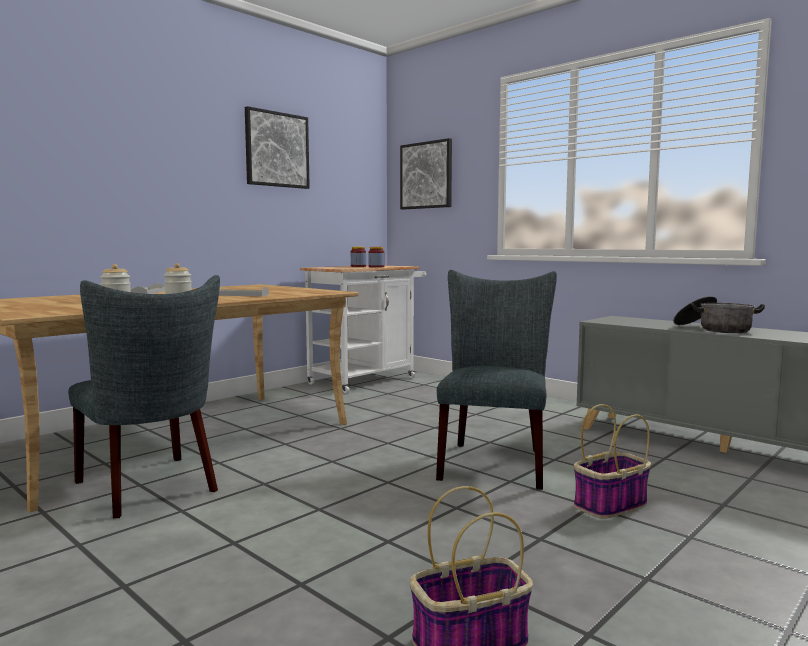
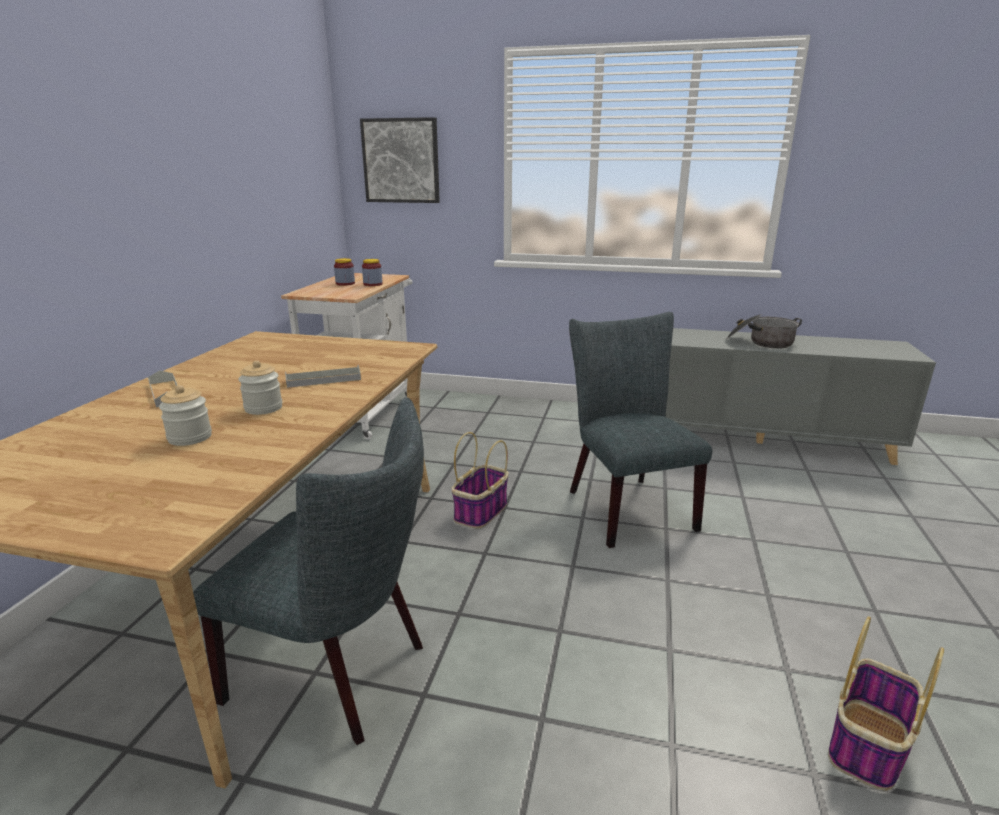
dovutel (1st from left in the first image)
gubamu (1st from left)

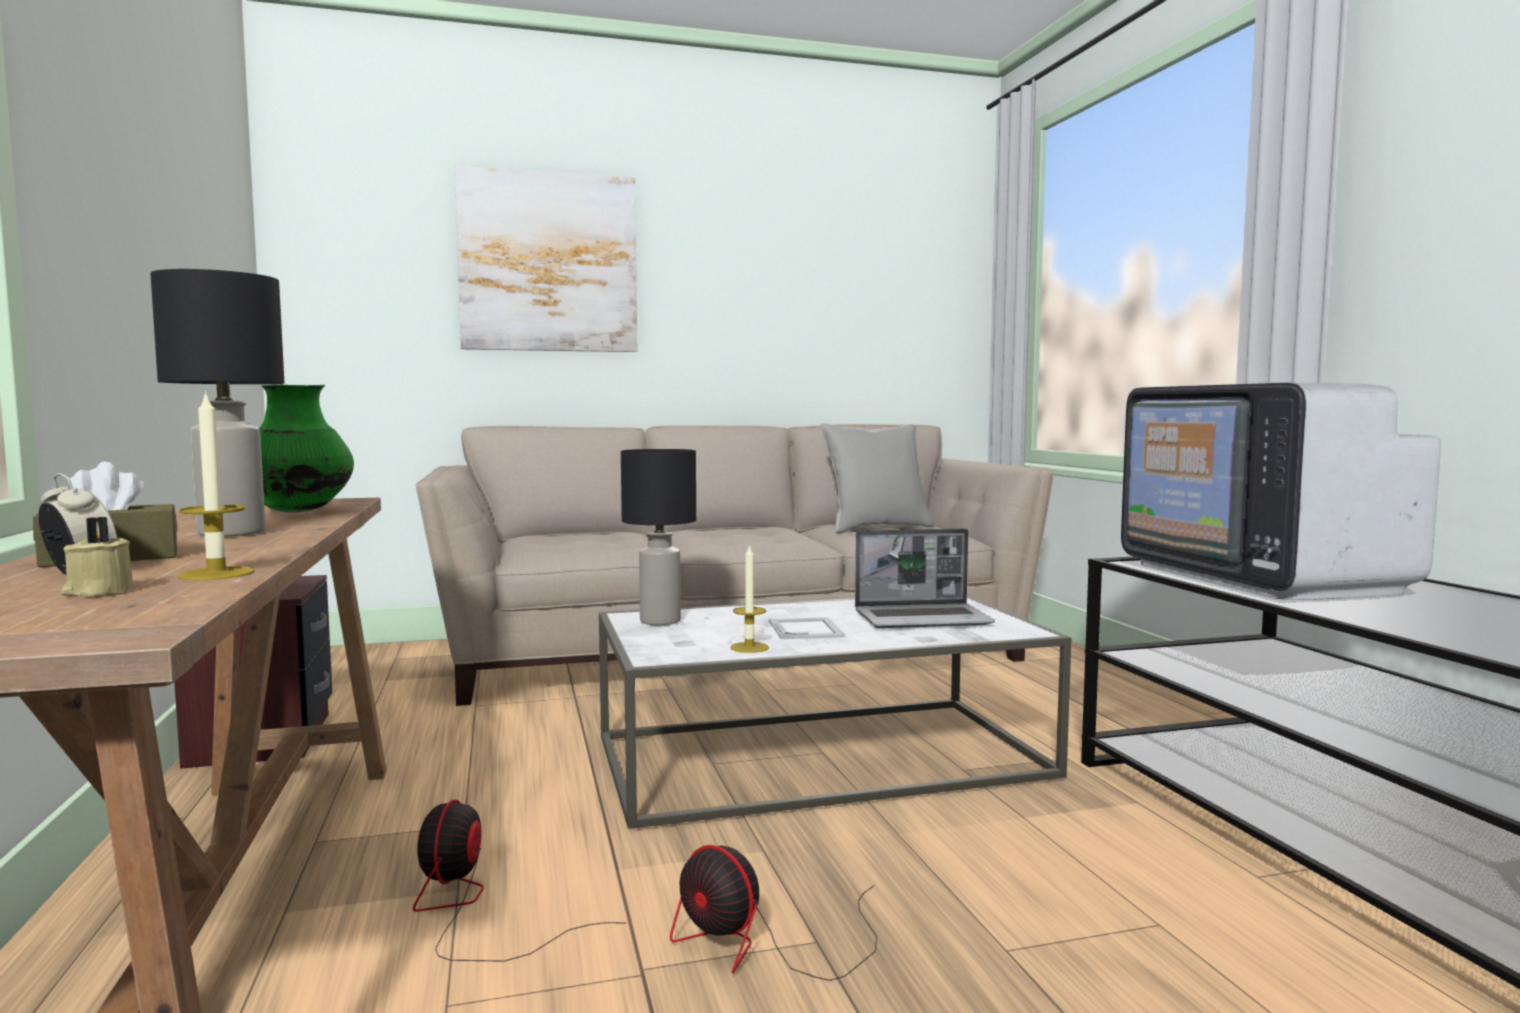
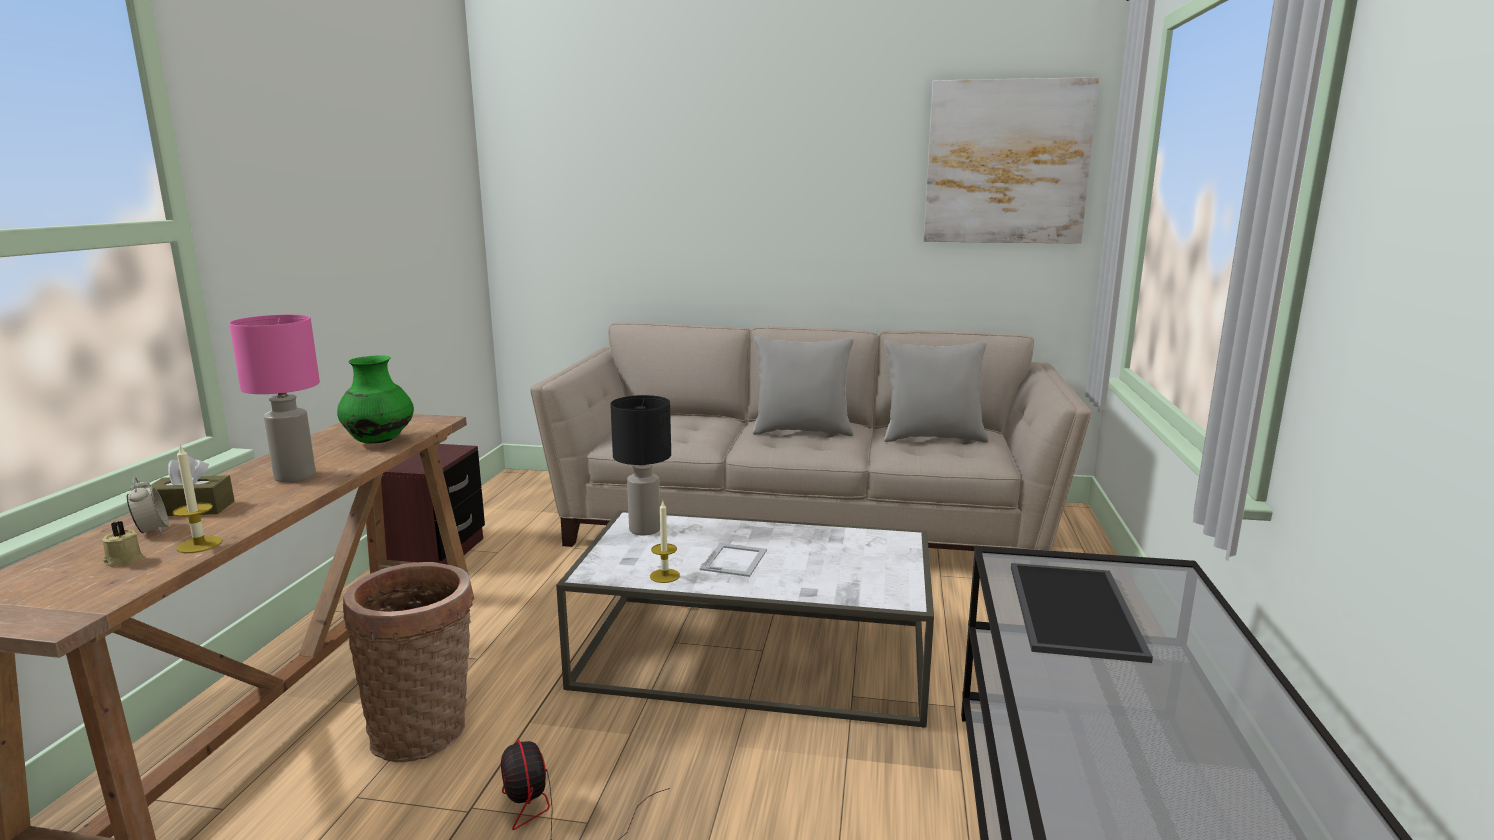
dovutel
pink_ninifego
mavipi
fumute
gubamu
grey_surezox (1st from left)

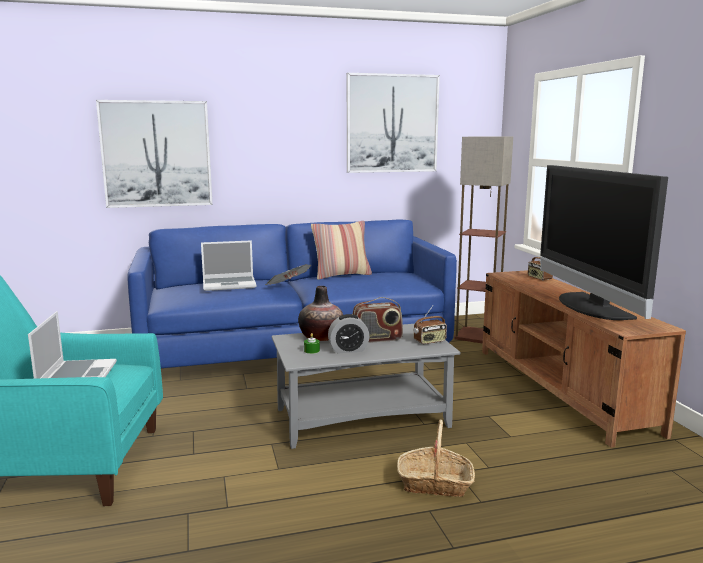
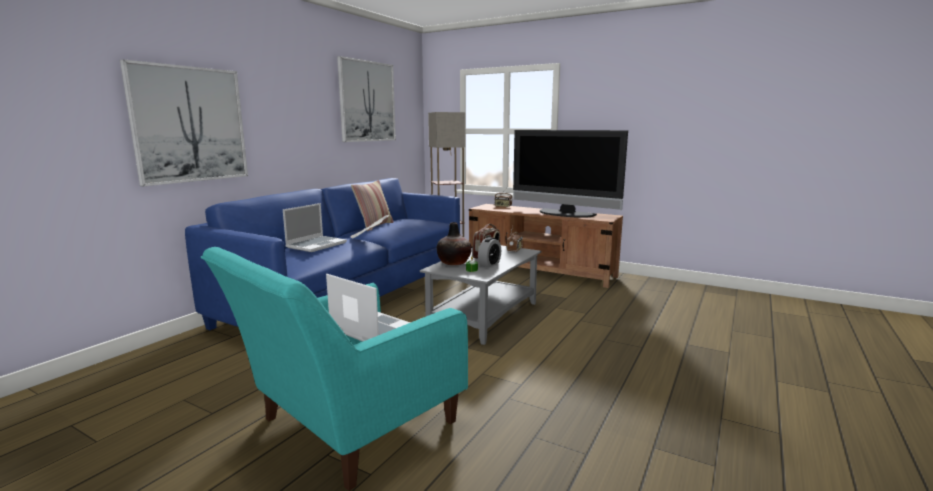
gubamu

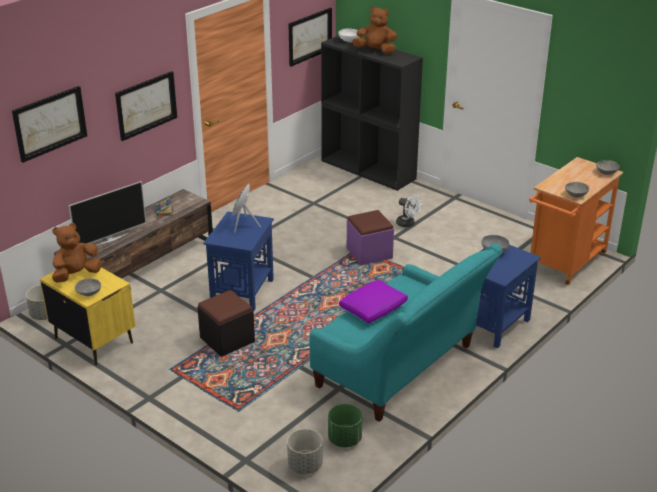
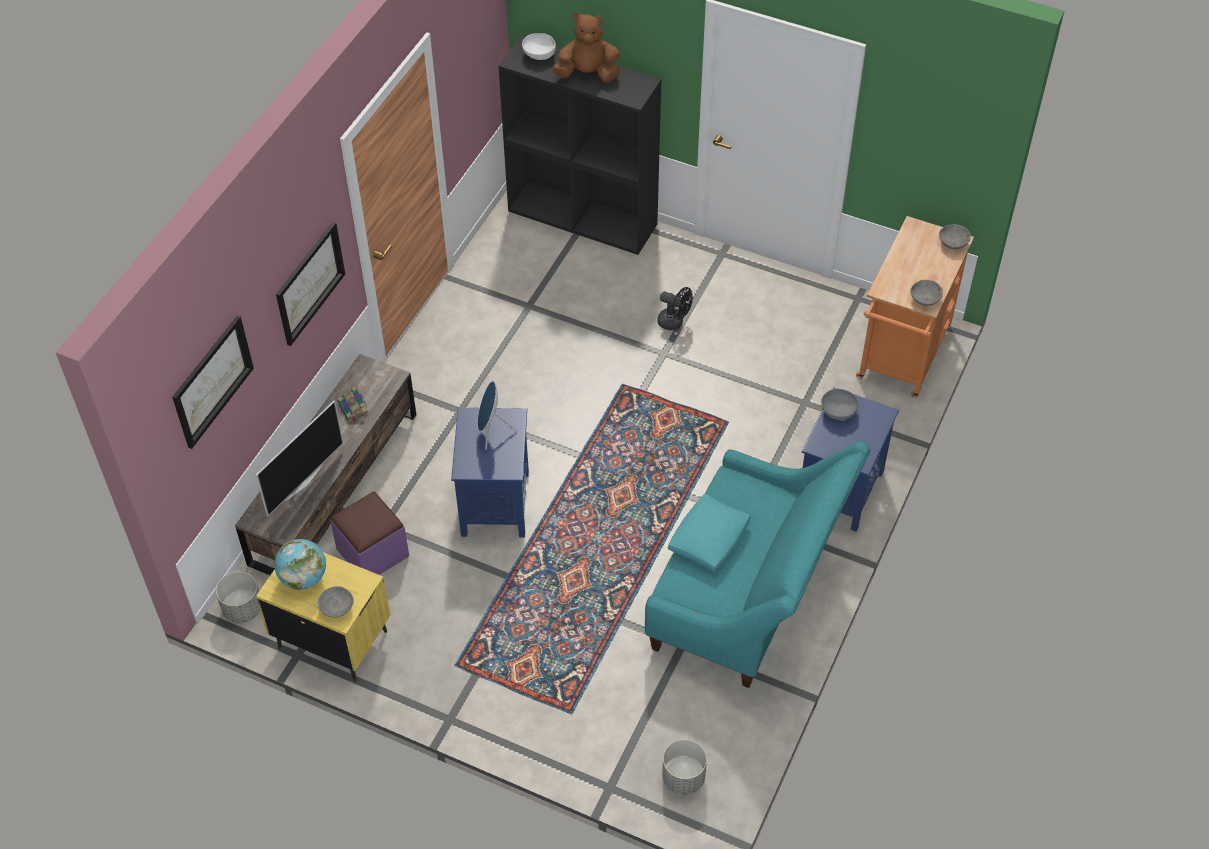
dovutel (3rd from left in the first image)
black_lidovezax
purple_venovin
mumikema
turquoise_surezox
black_venovin
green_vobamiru

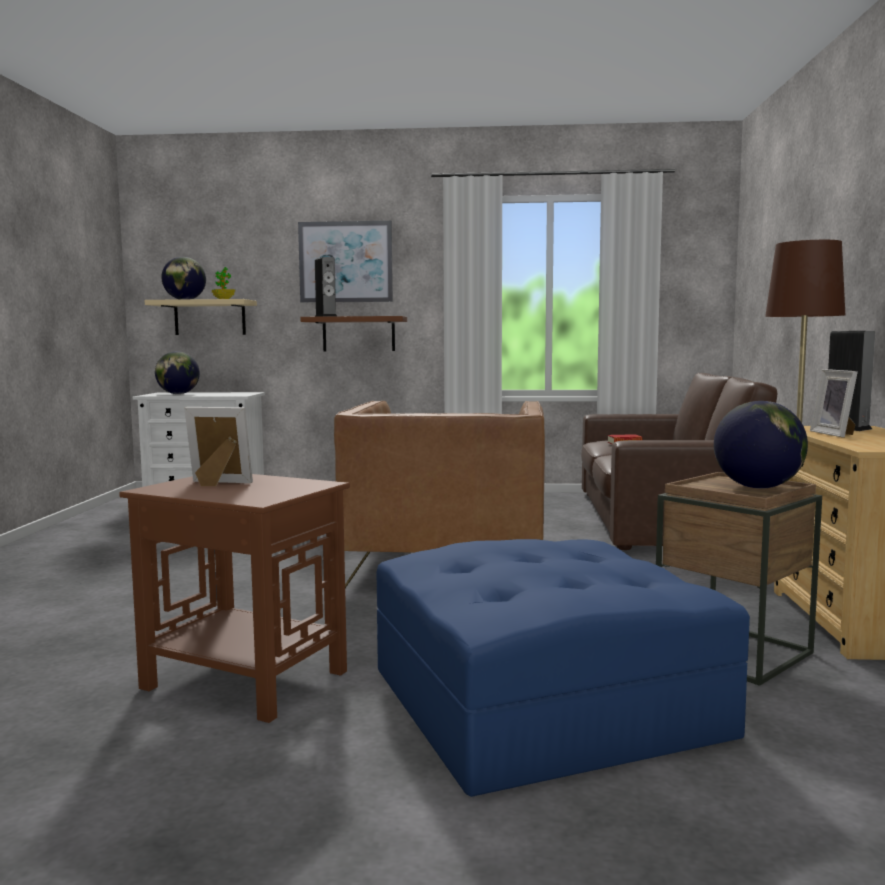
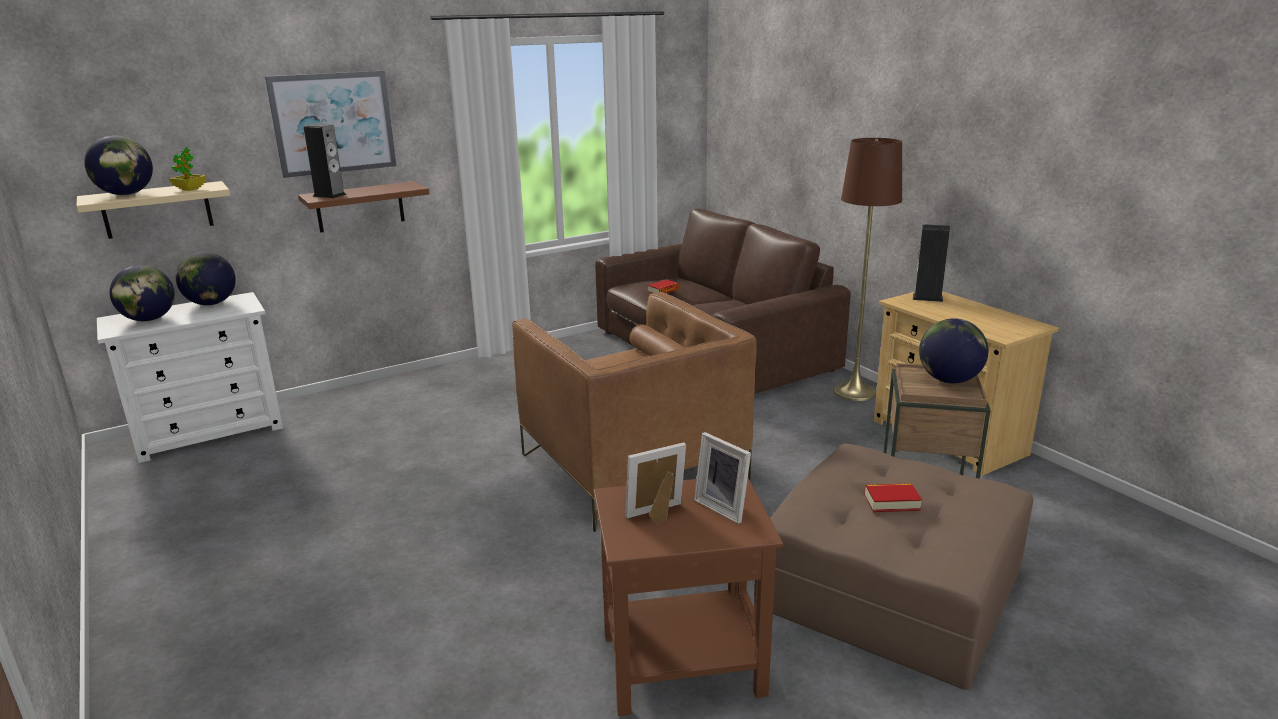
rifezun (2nd from left)
brown_venovin
mumikema (3rd from left)
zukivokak (2nd from left)

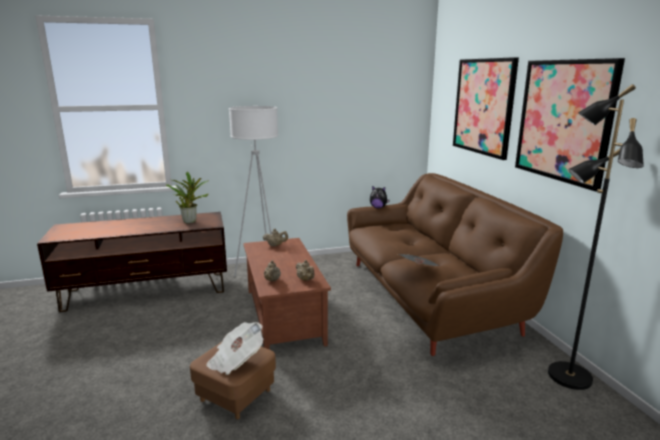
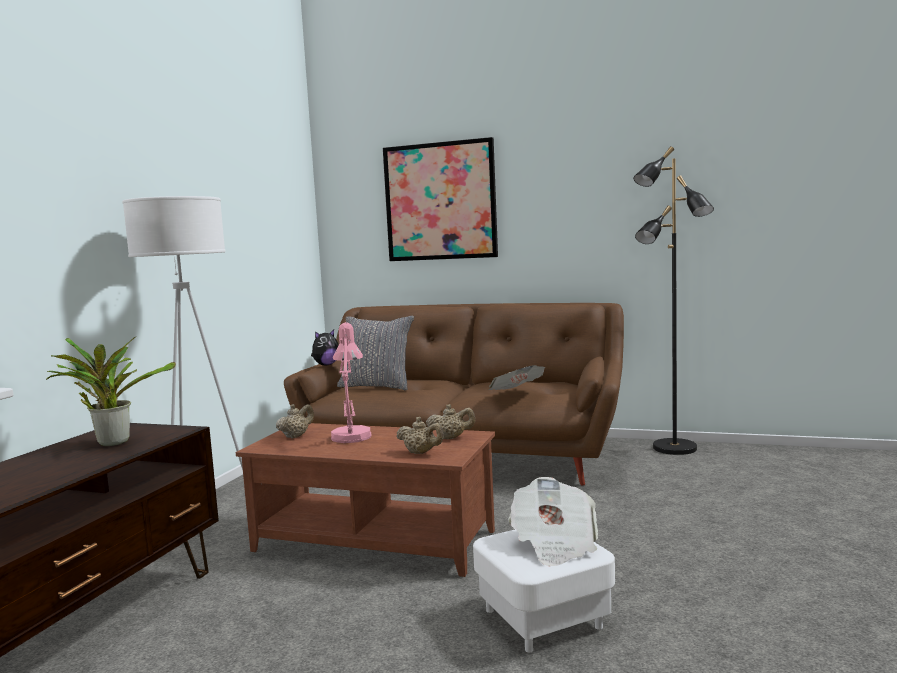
dovutel (2nd from left in the first image)
white_venovin
grey_surezox
pink_ninifego

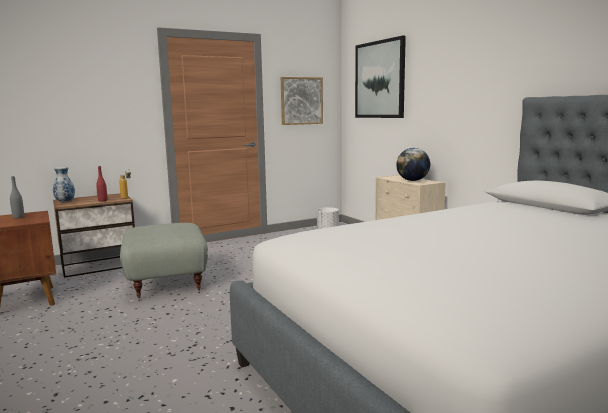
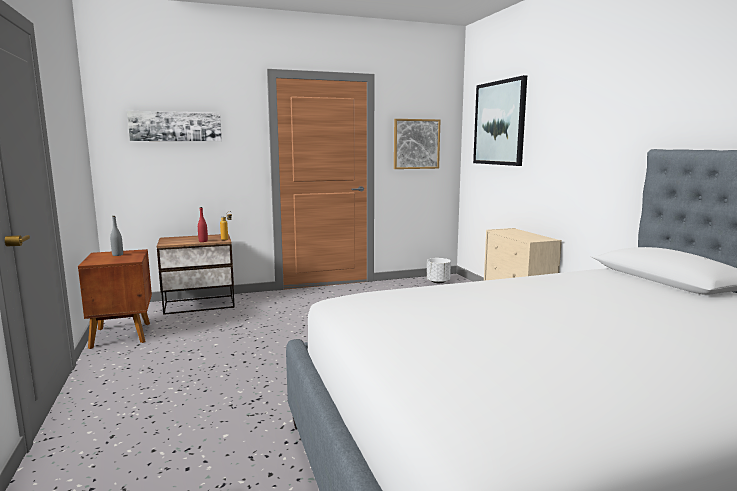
mumikema
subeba
grey_venovin
dovutel (1st from left)

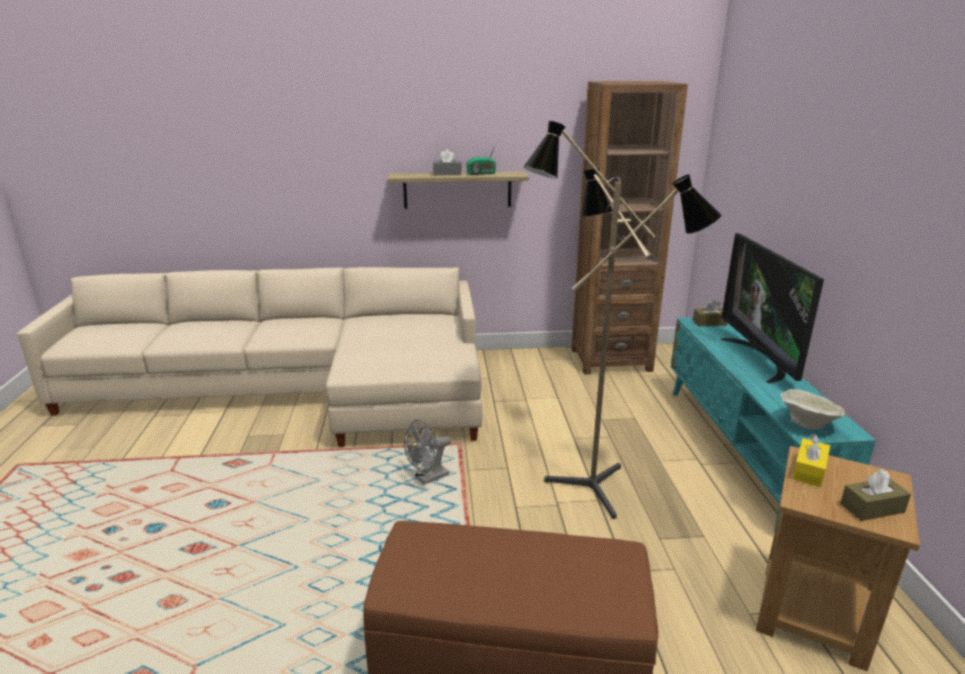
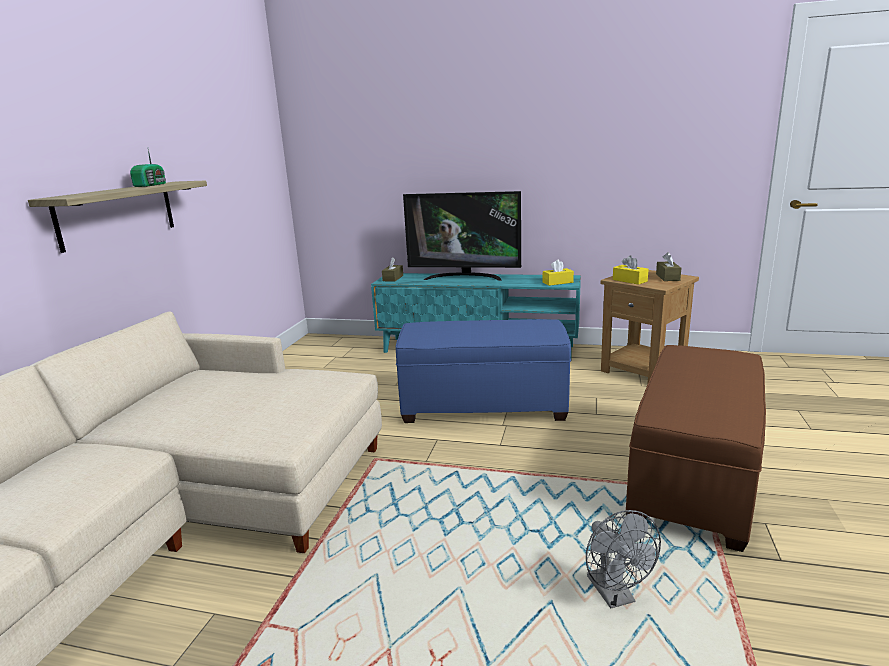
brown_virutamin
blue_venovin
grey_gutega
yellow_gutega (1st from left)
grey_lidovezax

